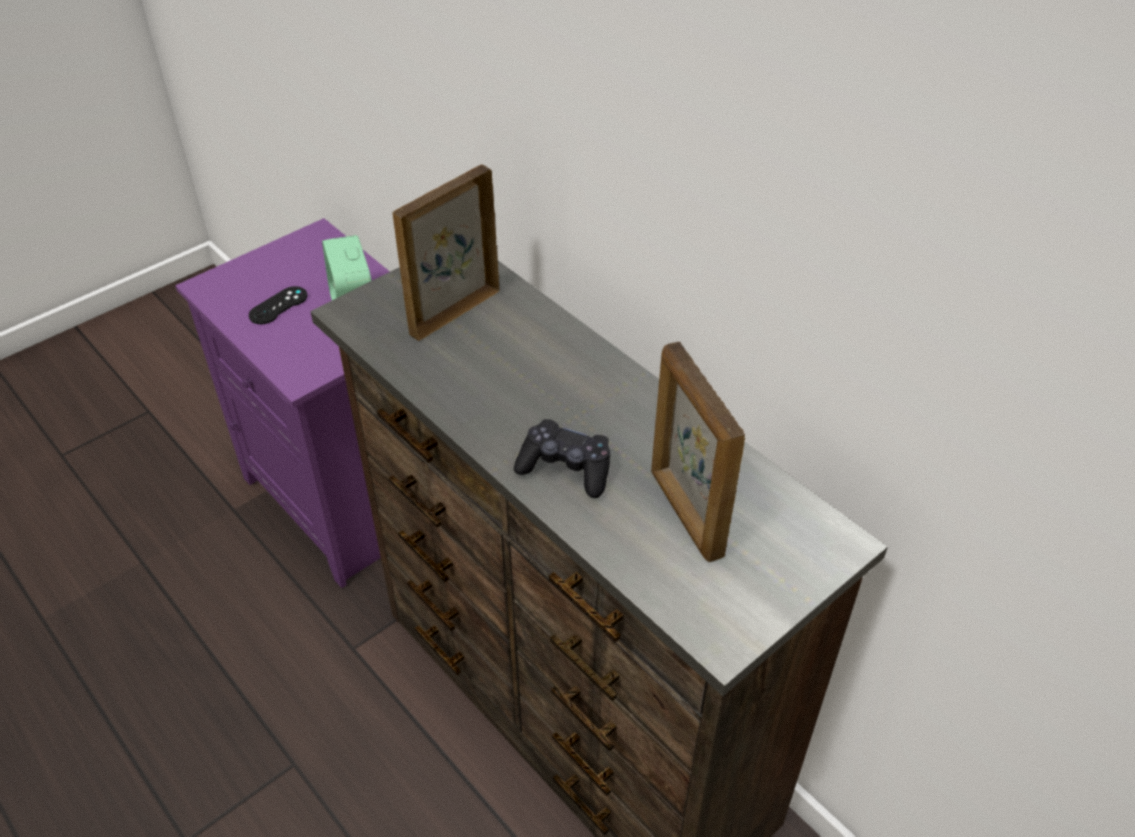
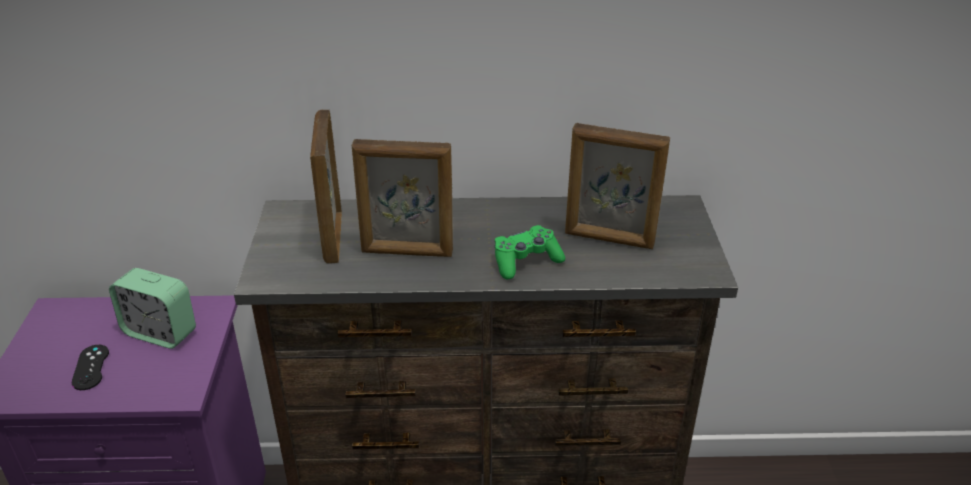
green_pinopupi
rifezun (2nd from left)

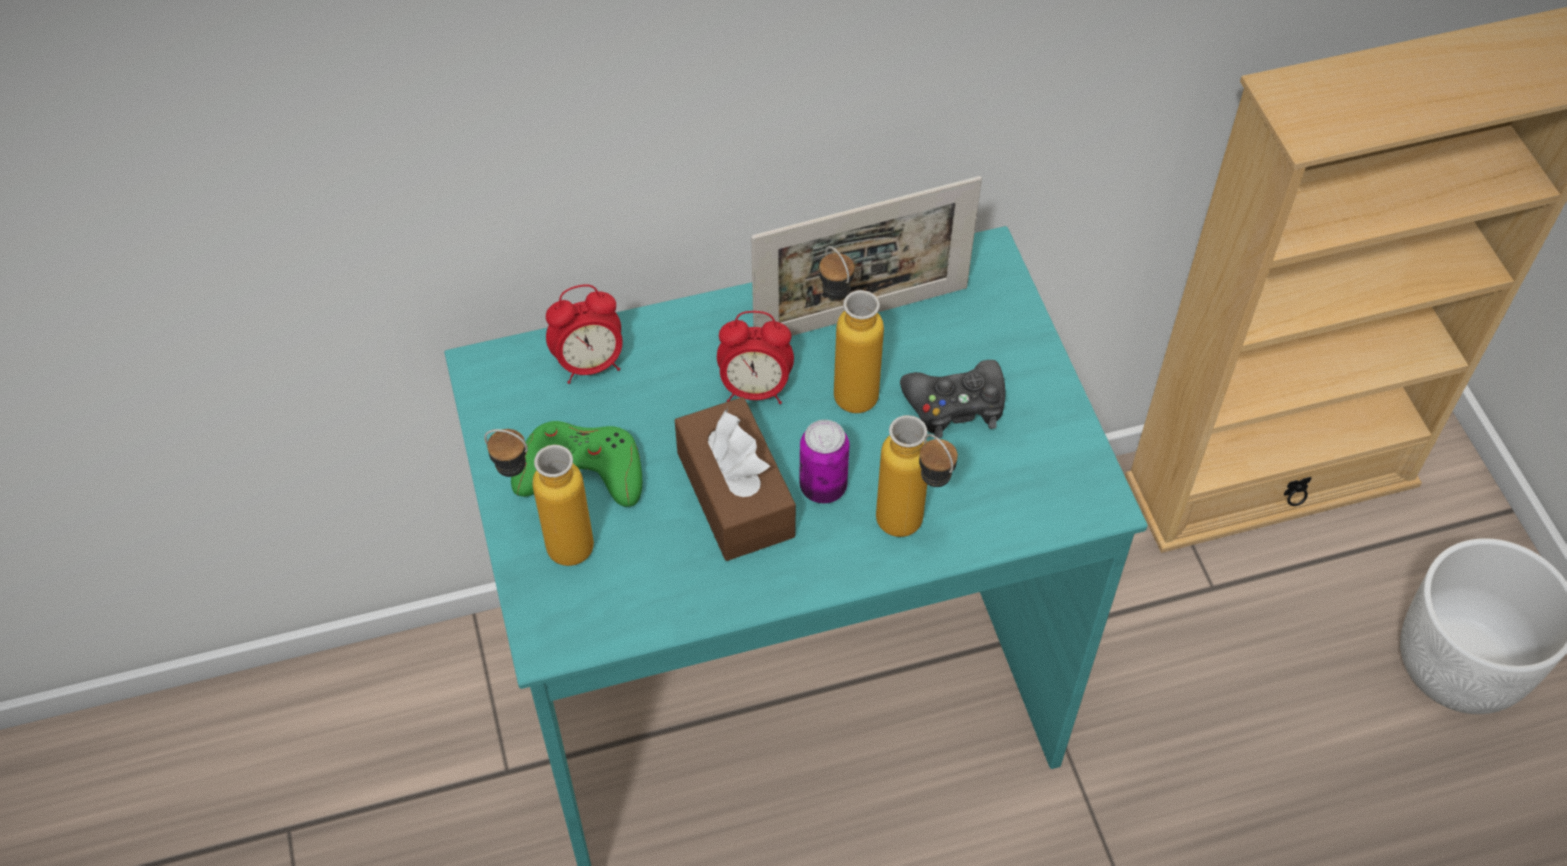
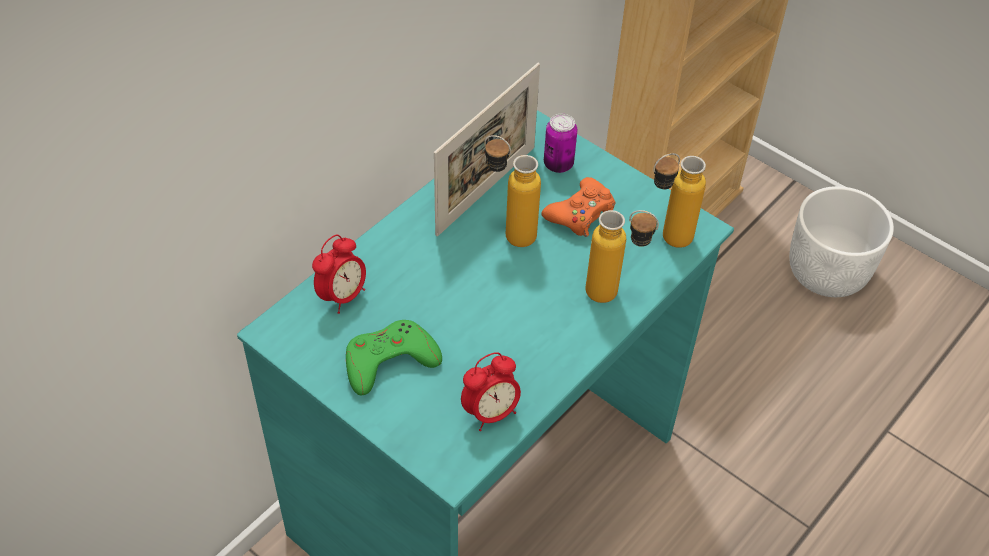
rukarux (2nd from left)
orange_pinopupi
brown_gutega
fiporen
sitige (3rd from left)

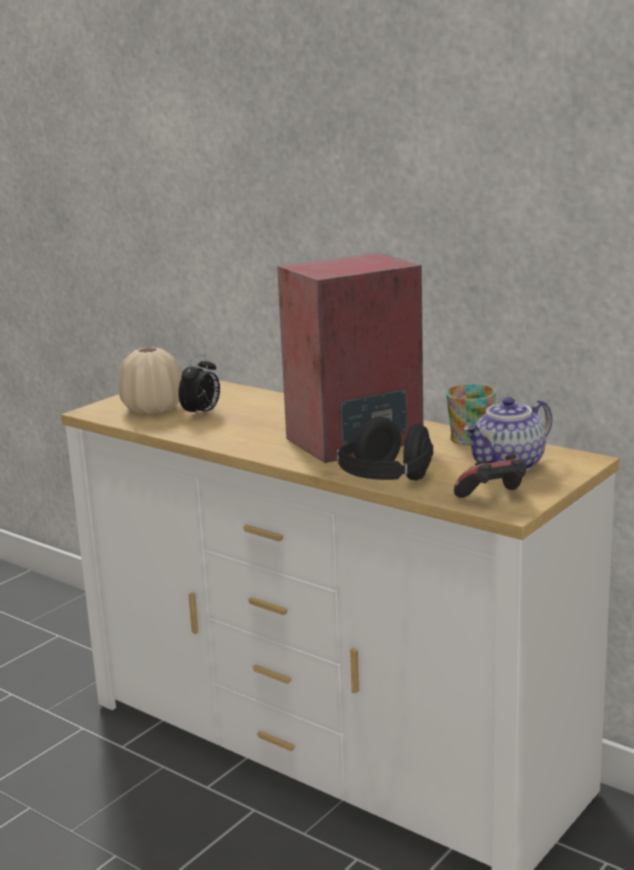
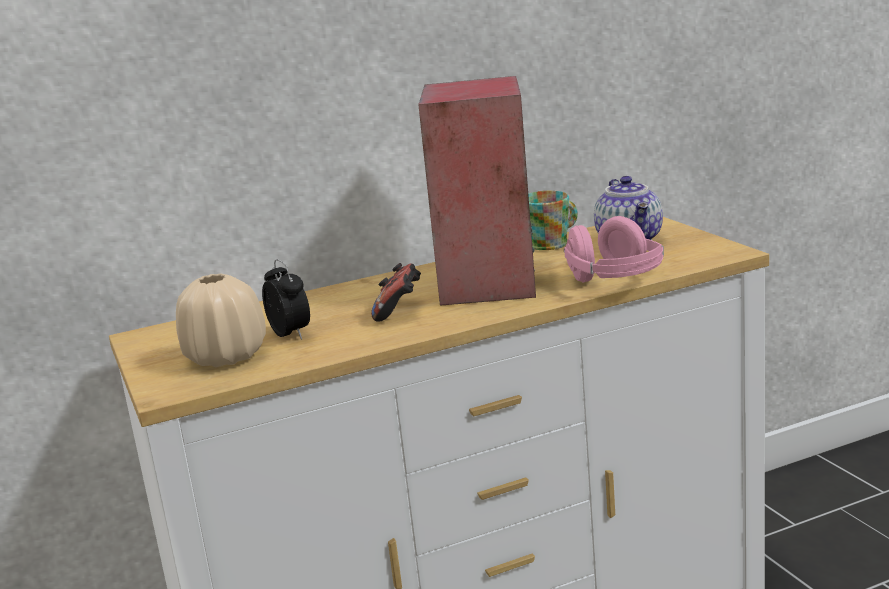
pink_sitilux
pinopupi

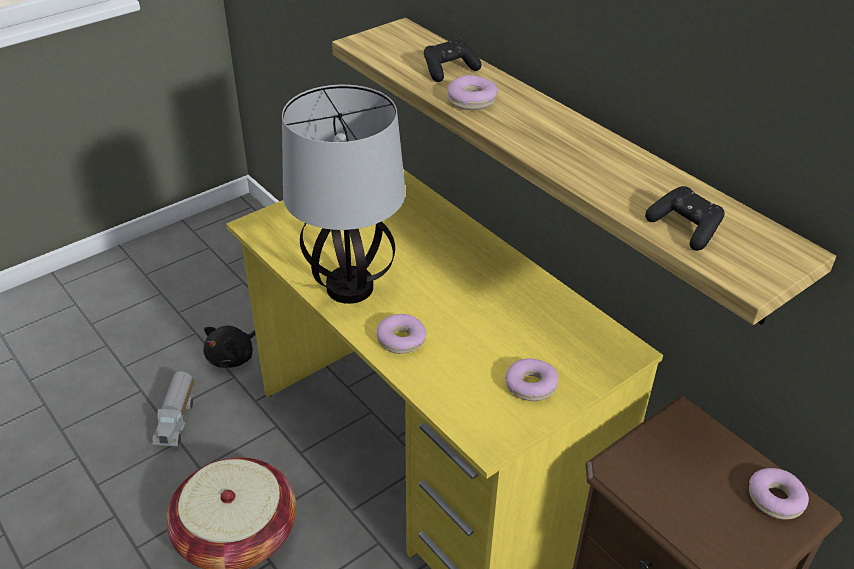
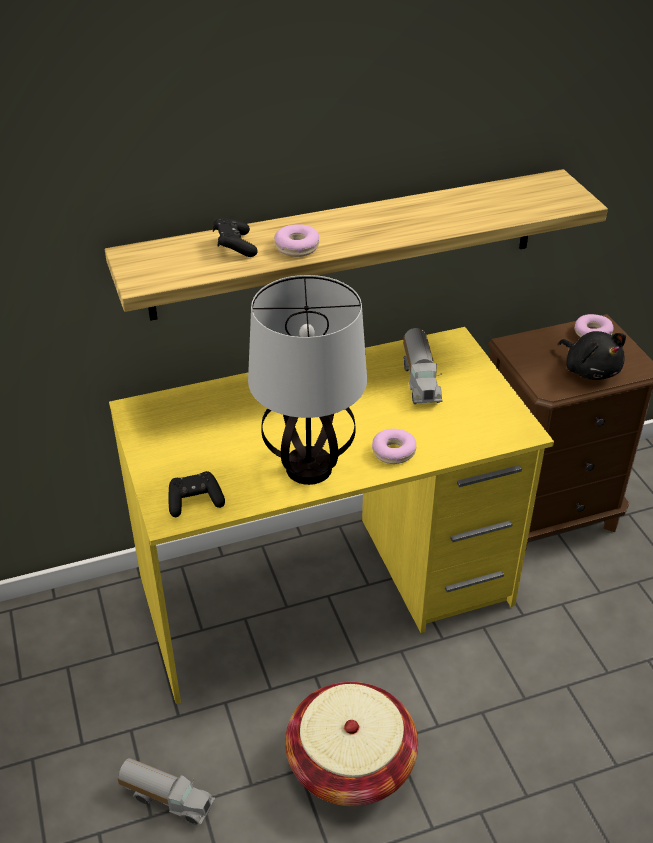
black_pinopupi (1st from left)
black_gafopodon
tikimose (3rd from left in the first image)
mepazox (2nd from left)

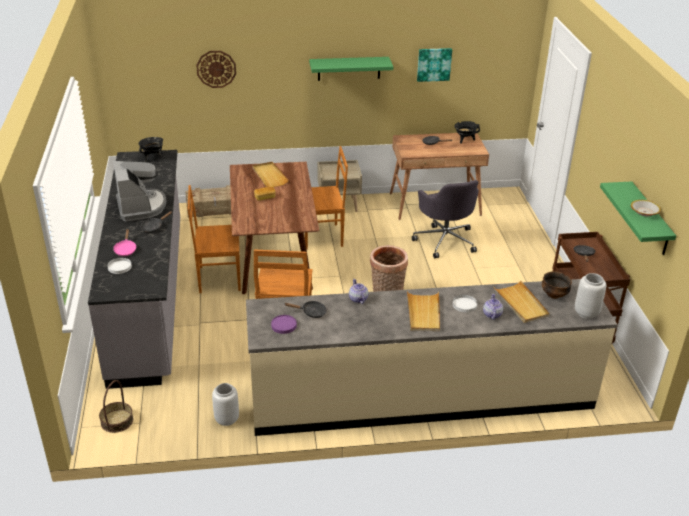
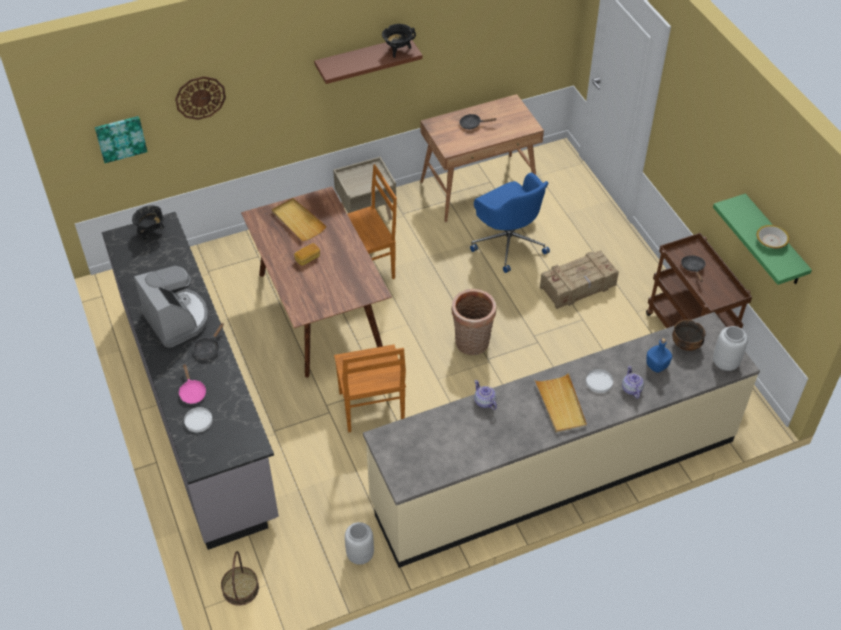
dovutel
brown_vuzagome
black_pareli (2nd from left)
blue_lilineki
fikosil
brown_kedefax (1st from left in the first image)
blue_sitige
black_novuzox (2nd from left in the first image)
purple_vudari

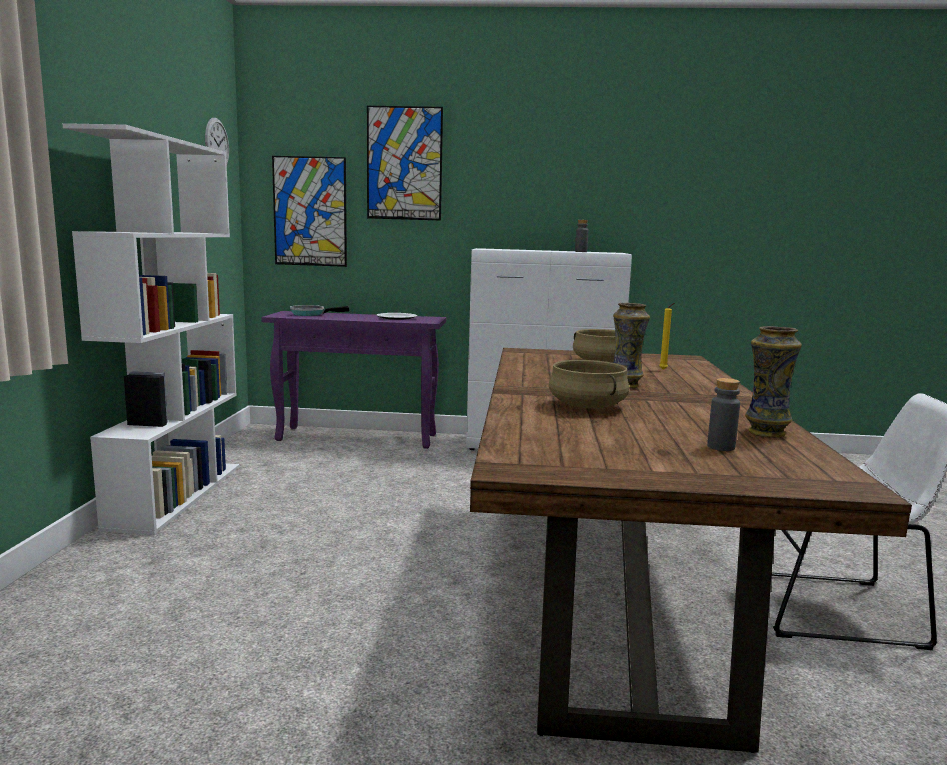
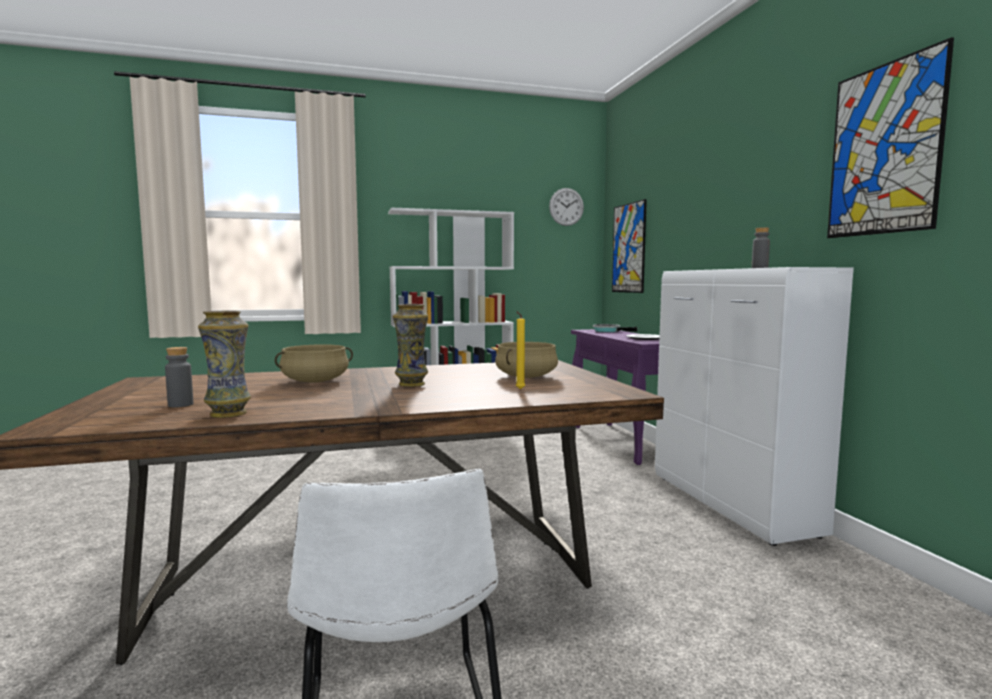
dovutel (2nd from left)

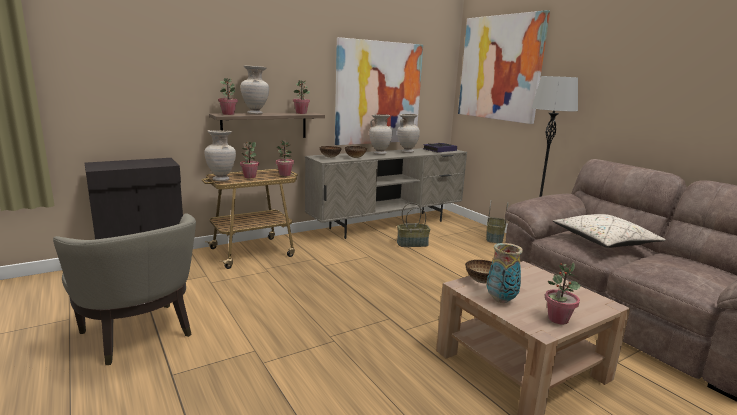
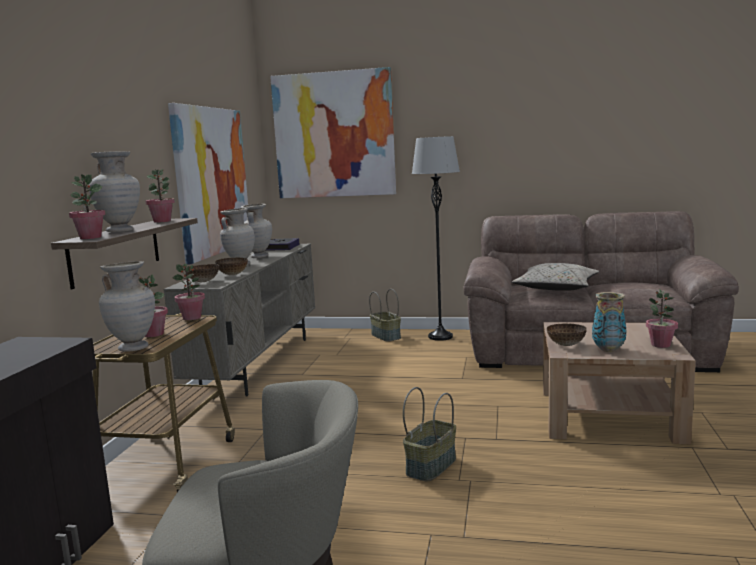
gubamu (2nd from left)

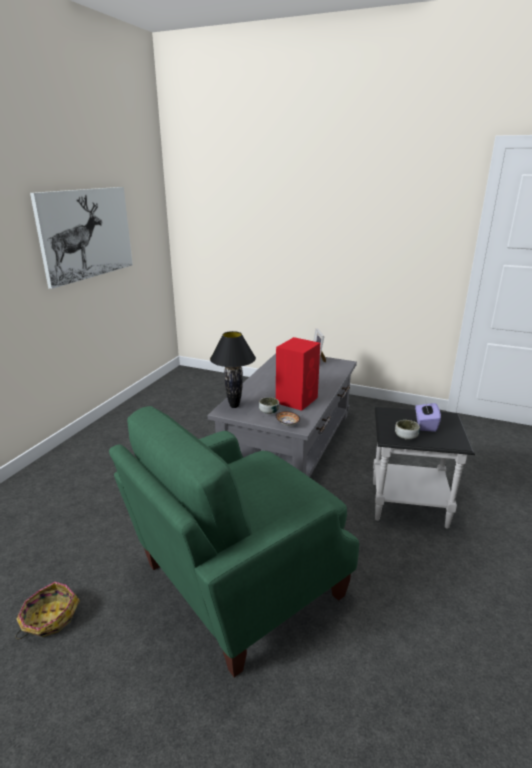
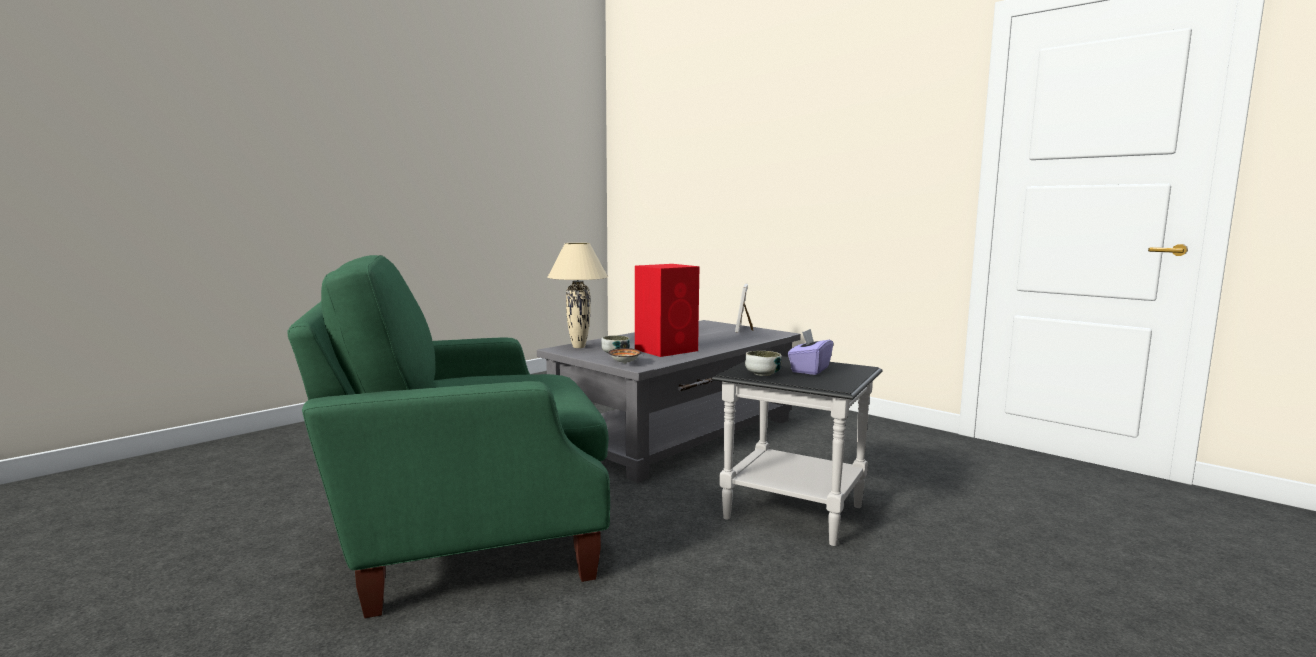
dovutel
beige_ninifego
gubamu

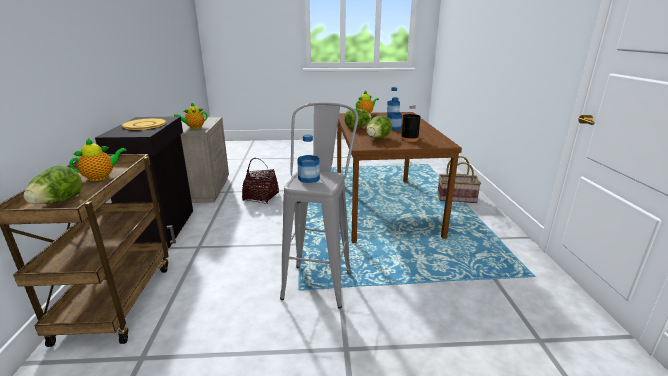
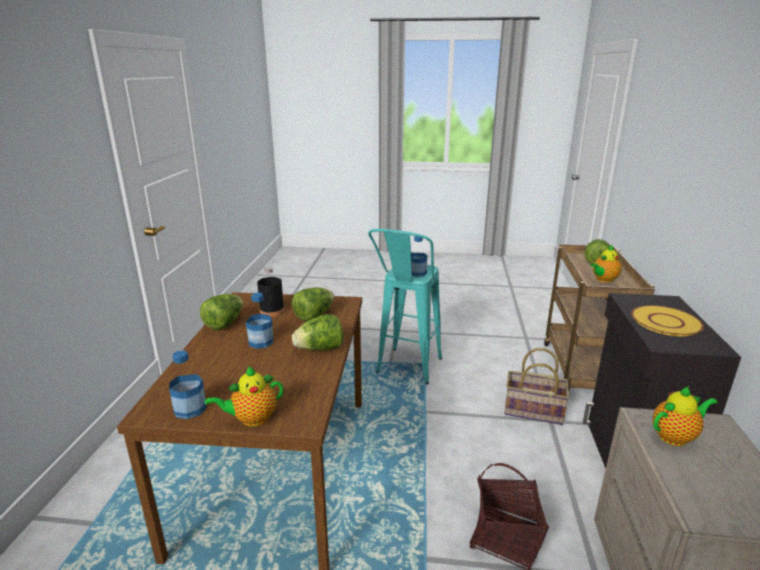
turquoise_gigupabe
gubamu (2nd from left)
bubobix (1st from left)

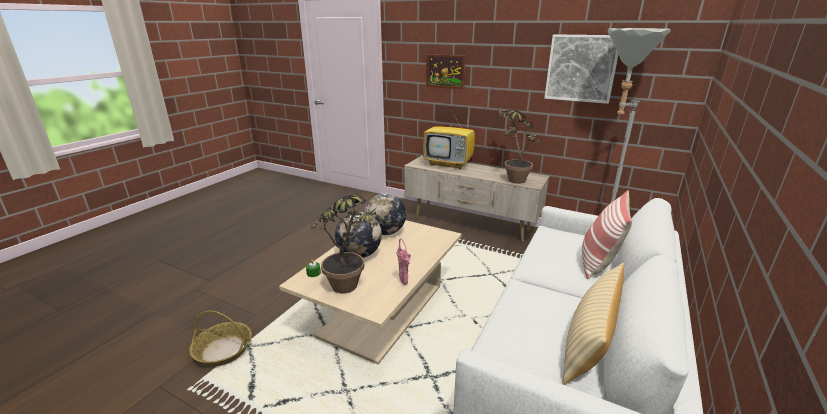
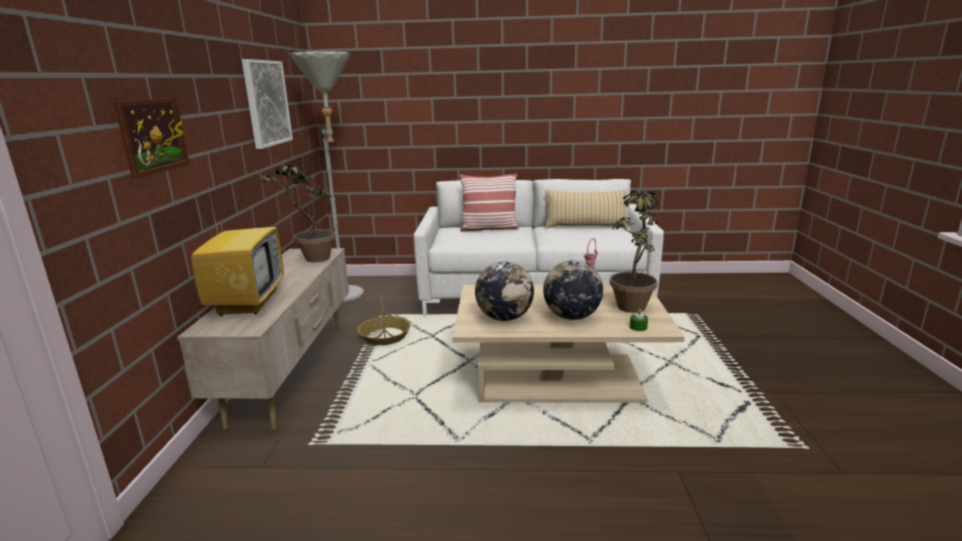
gubamu

